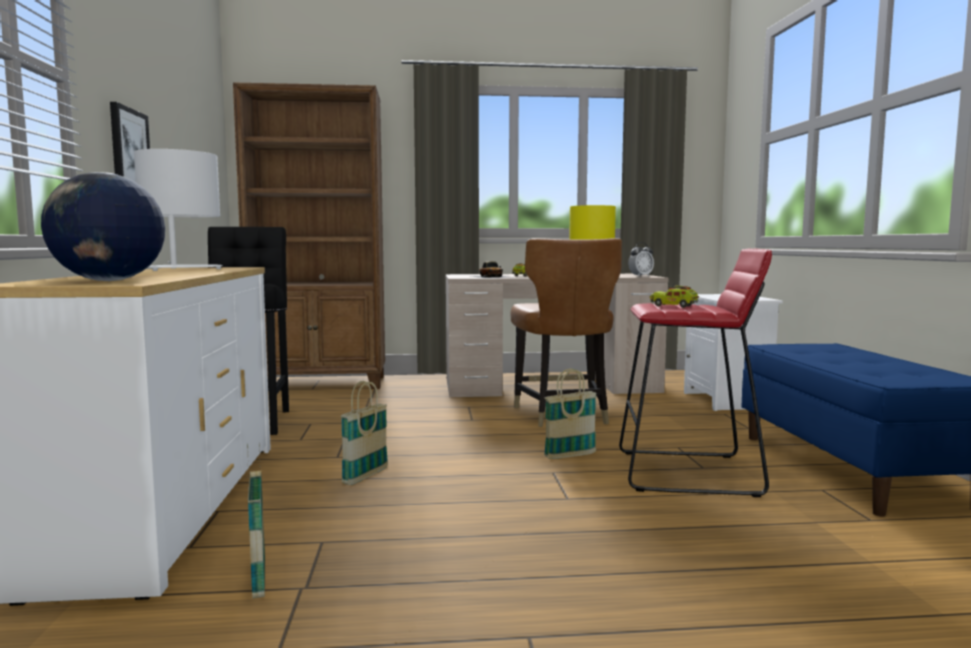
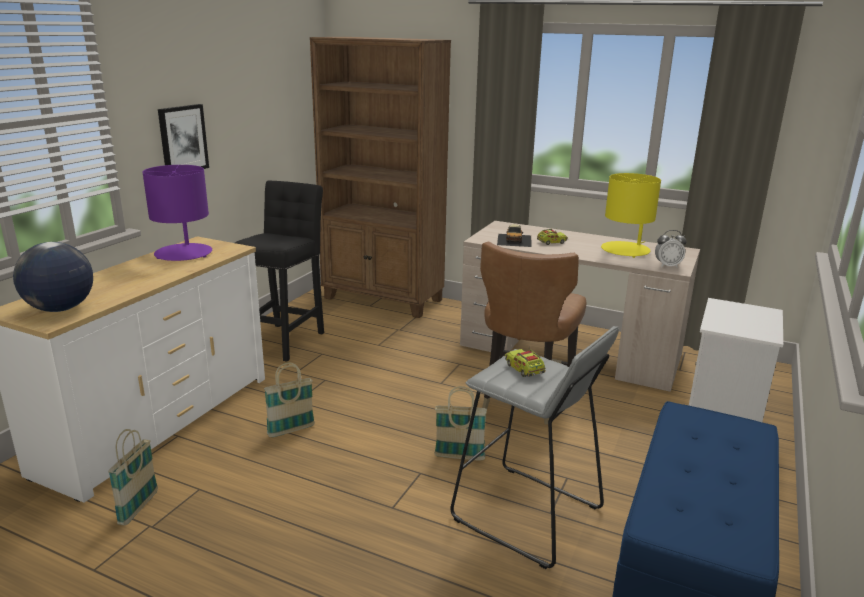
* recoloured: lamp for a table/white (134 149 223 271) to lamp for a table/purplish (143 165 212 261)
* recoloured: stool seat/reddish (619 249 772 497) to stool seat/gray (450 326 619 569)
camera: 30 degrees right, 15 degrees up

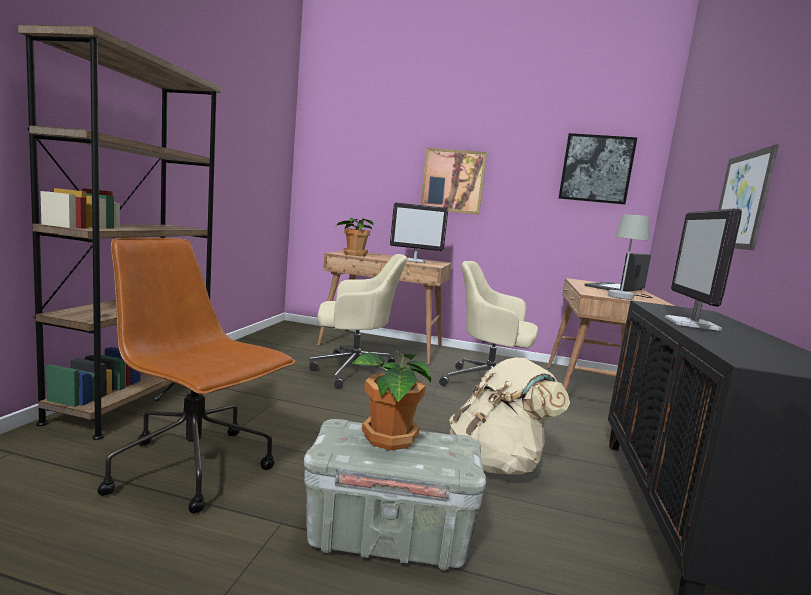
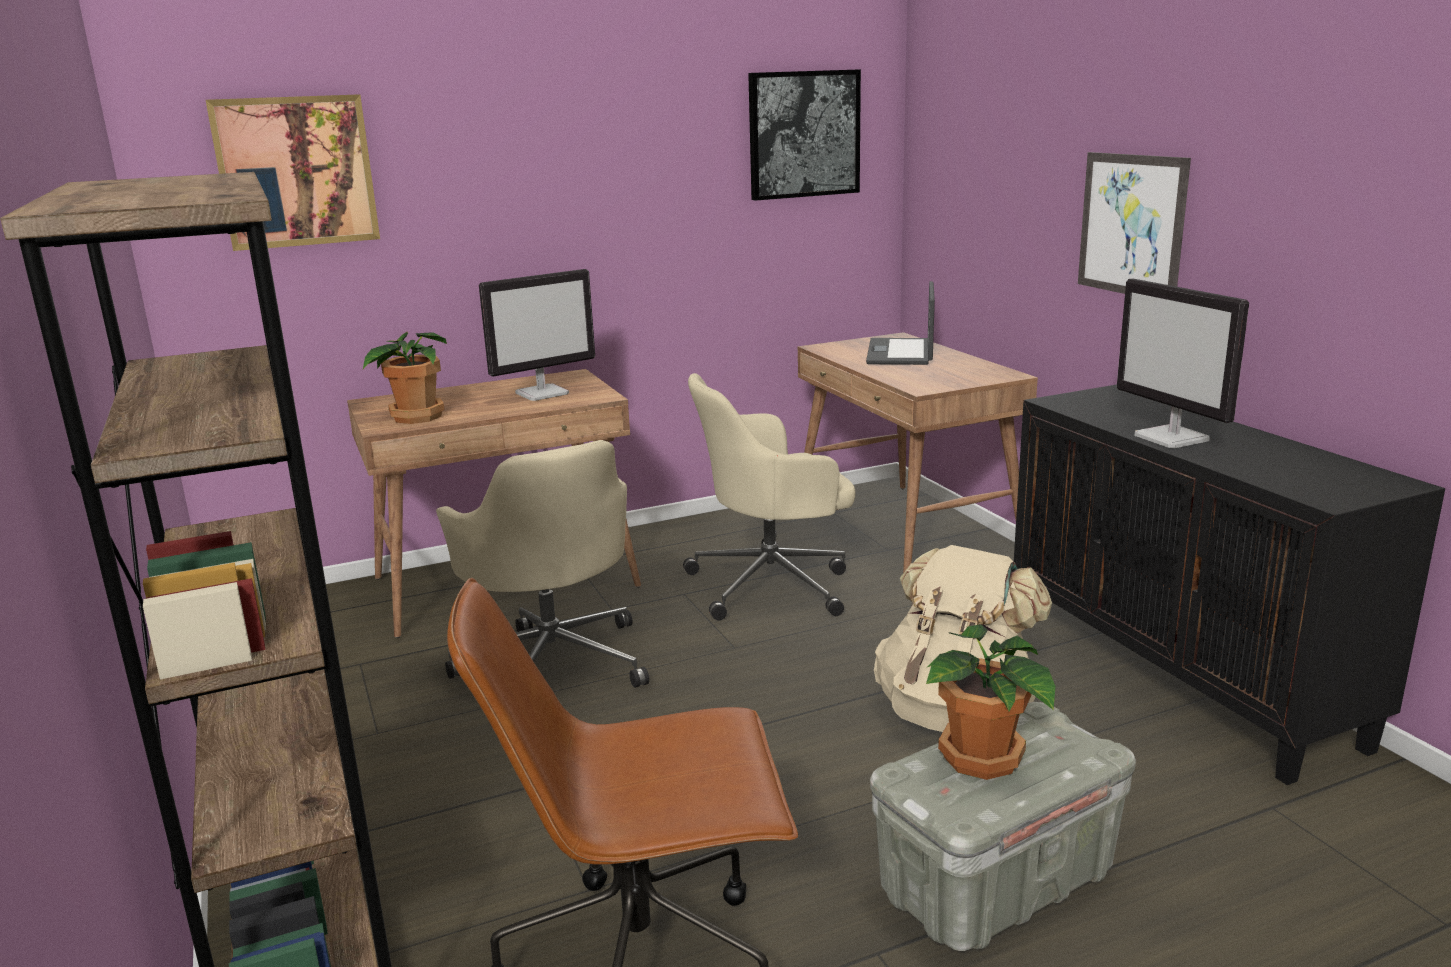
* moved: wall art (421 148 487 215) to (206 94 380 251)
* turned: computer chair/beige (309 254 407 389) = (436 440 649 688) 105 degrees clockwise
* removed: lamp for a table/gray (608 214 653 299)
camera: 35 degrees left, 10 degrees up

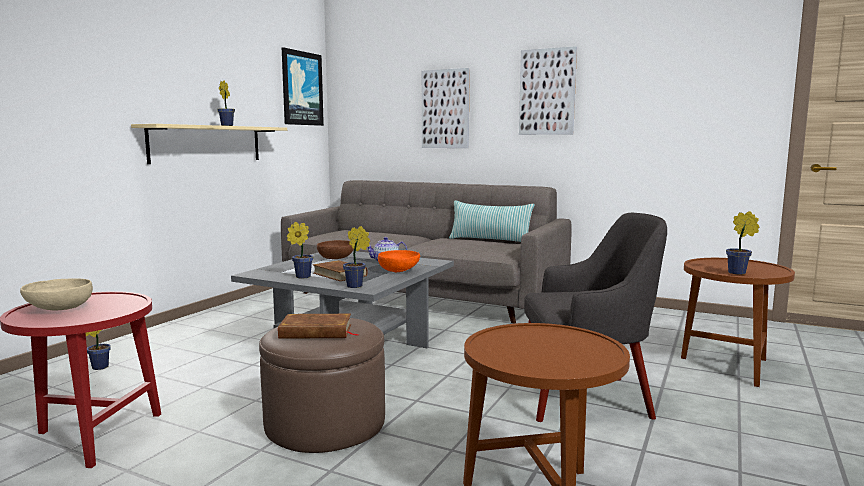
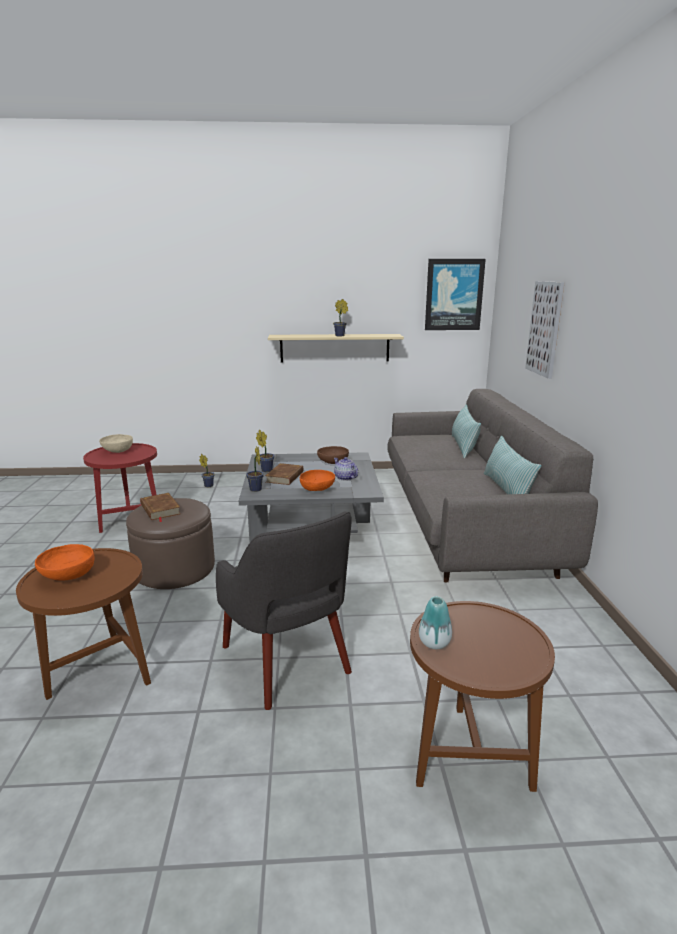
* added: bowl/orangey (35 544 95 581)
* replaced: plant in a pot (726 211 759 275) to decorative vase (419 597 452 649)
* added: cushion (452 405 481 459)
* removed: wall art (519 46 577 135)
camera: 60 degrees right, 10 degrees up

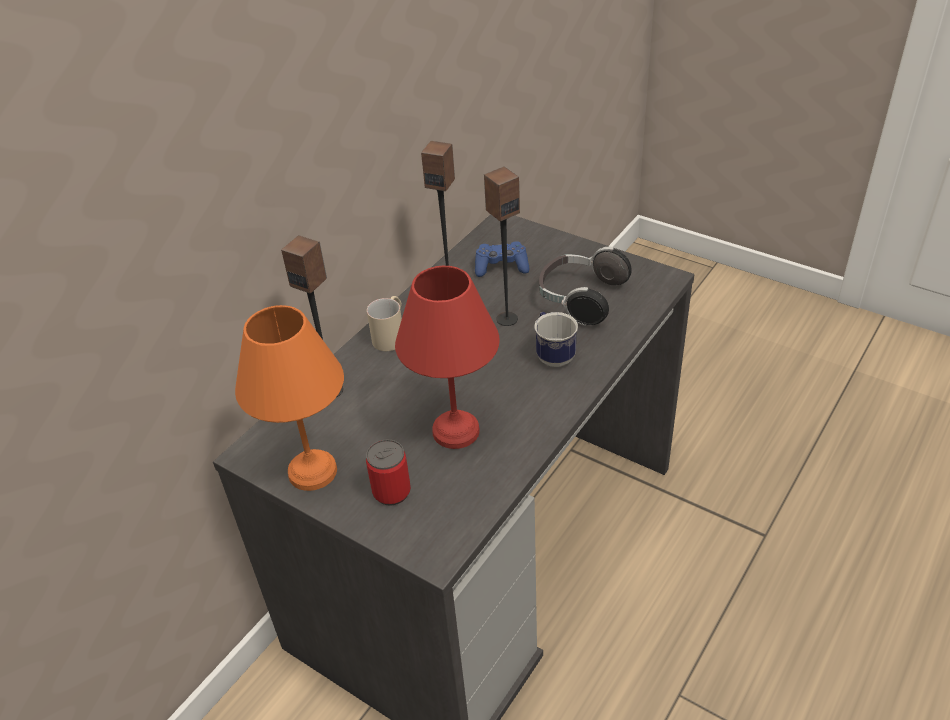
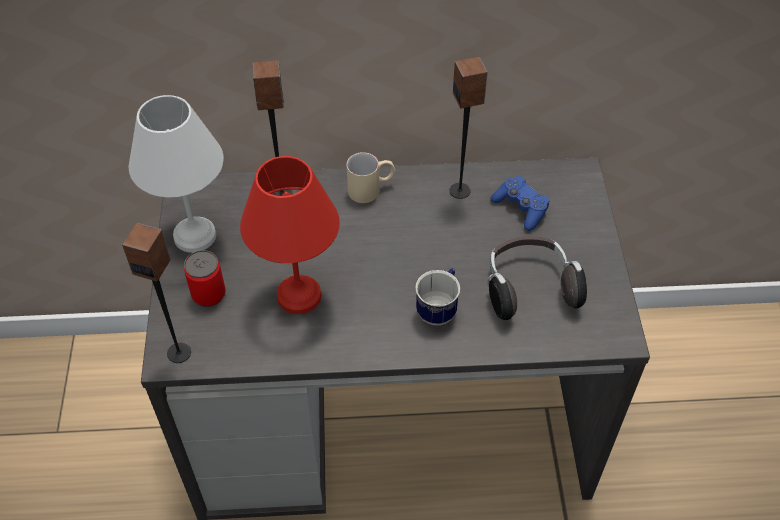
* moved: audio speaker (484 166 520 326) to (122 223 191 363)
* recoloured: lamp for a table/orangey (235 305 344 491) to lamp for a table/white (129 95 224 253)
camera: 50 degrees right, 10 degrees up

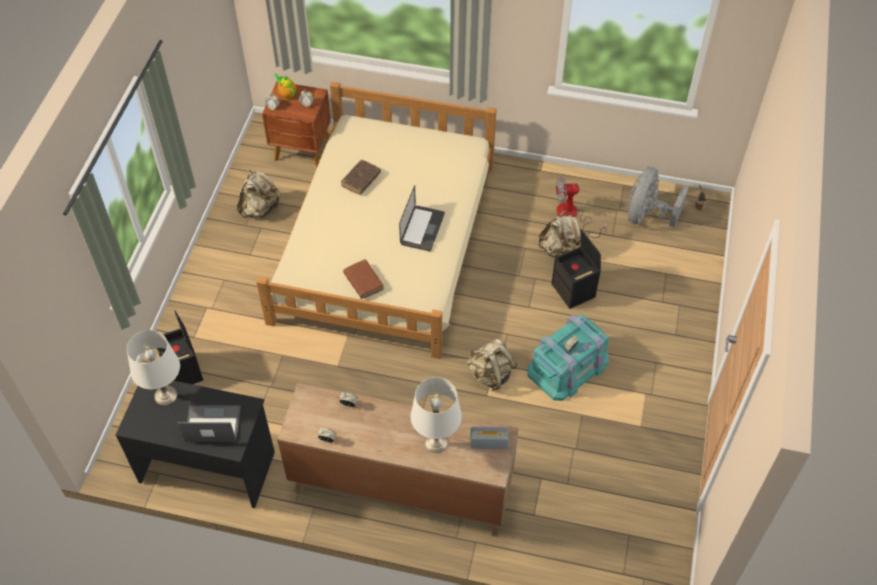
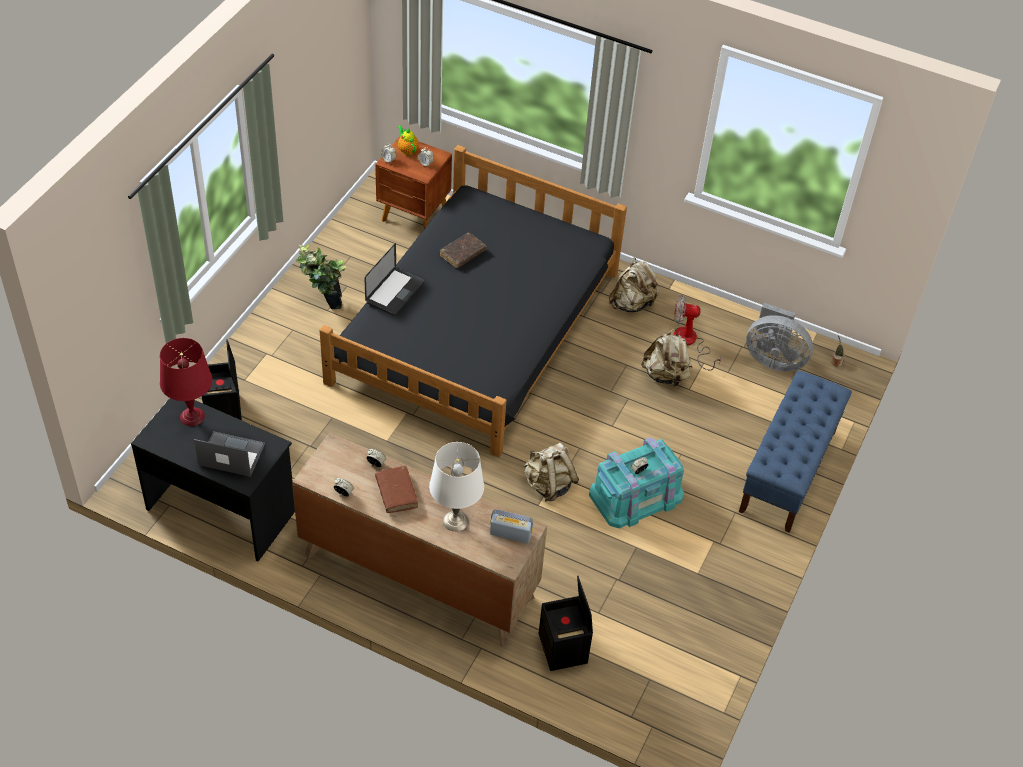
* recoloured: lamp for a table/white (127 330 180 405) to lamp for a table/reddish (160 338 213 426)
* added: plant in a pot (296 244 347 309)
* recoloured: bedroom bed/beige (256 81 496 359) to bedroom bed/blackish (319 145 627 457)
* moved: portable computer (399 185 445 251) to (364 243 424 316)
* moved: bound book/brownish (343 259 384 299) to (375 466 418 513)
* moved: storage container/blackish (552 229 601 309) to (539 576 593 671)
* moved: backpack/beige (237 170 281 218) to (609 257 659 312)
* added: long seat/blue-coloured (739 370 852 533)
* turned: fan/gray (627 167 689 227) = (746 303 813 372) 105 degrees counterclockwise
camera: 10 degrees right, 5 degrees down

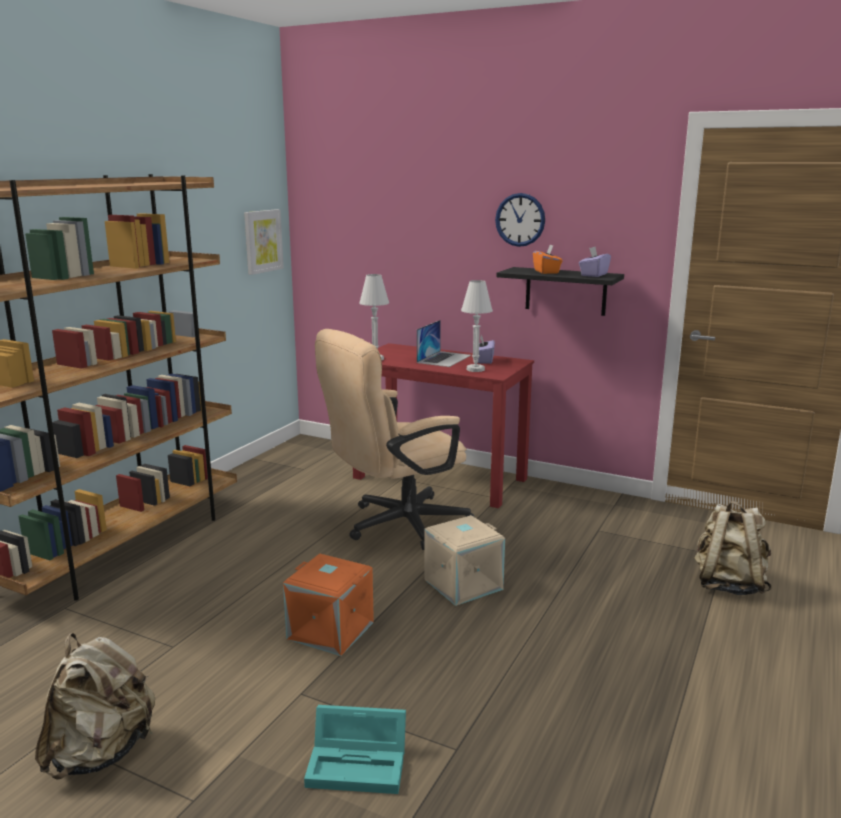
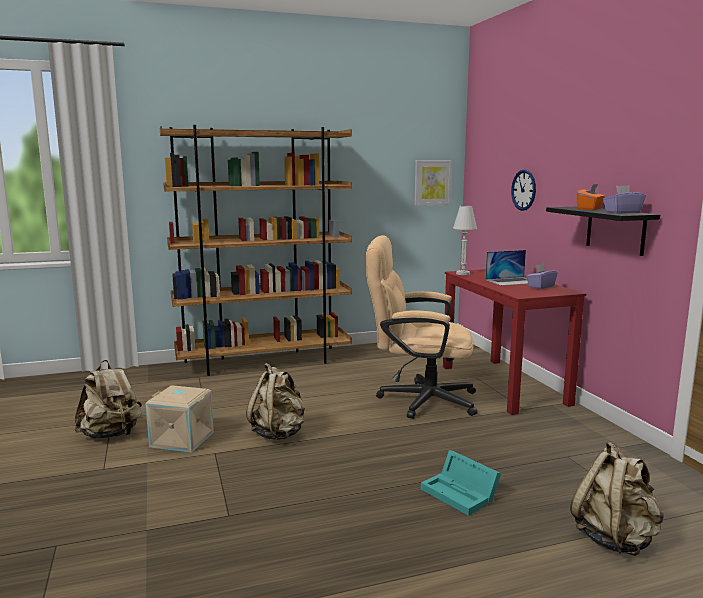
* moved: storage container/beige (424 515 505 606) to (145 385 214 453)
* replaced: storage container/orangey (283 553 374 656) to backpack/beige (246 363 305 440)
* moved: storage container/turquoise-coloured (304 705 406 794) to (421 450 501 516)
* moved: wall clock (495 193 545 247) to (511 170 536 211)
* removed: lamp for a table/white (461 280 493 372)
camera: 45 degrees right, 5 degrees down

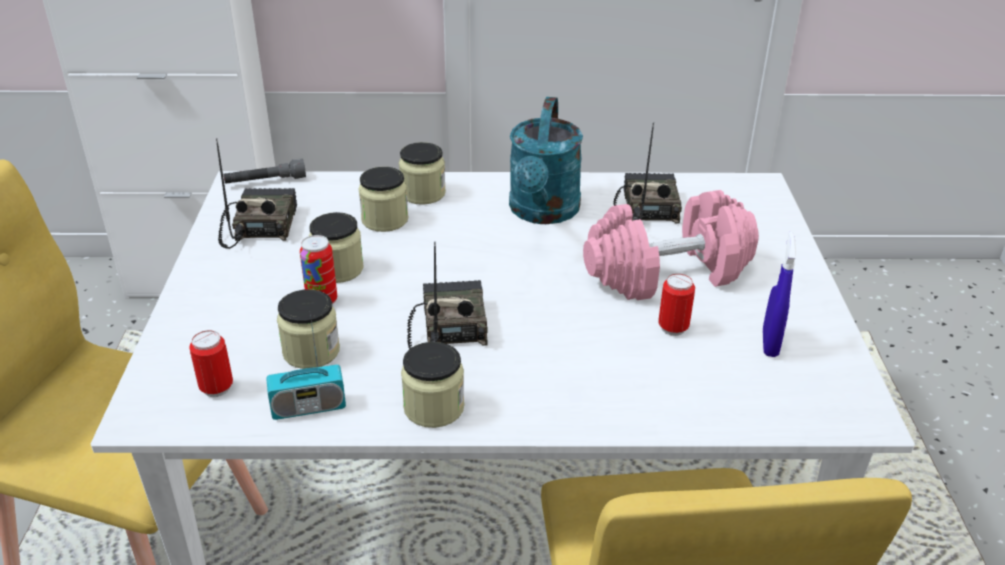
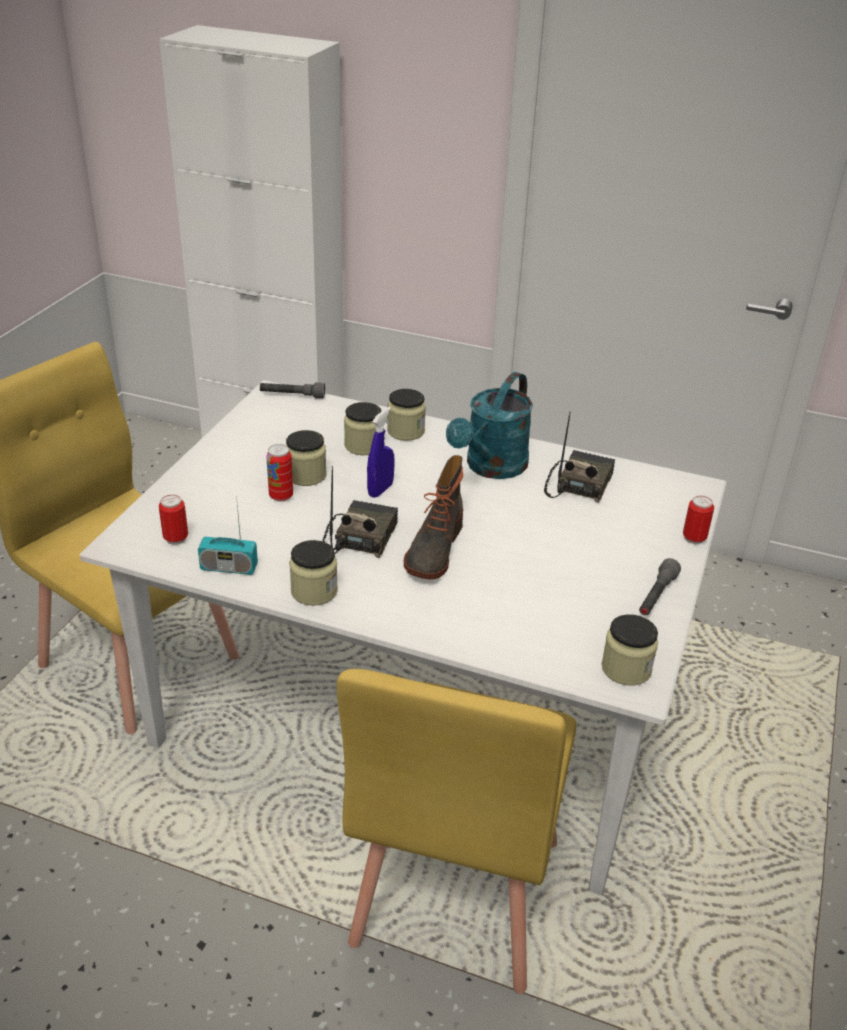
* moved: sprayer/blue-coloured (763 232 796 357) to (367 407 394 498)
* added: boot (404 455 463 579)
* moved: storage jar (277 289 340 369) to (601 614 658 685)
* added: hand torch/gray (639 558 681 615)
* moved: sealed can (658 274 695 336) to (683 496 714 545)
* removed: radio receiver (216 139 297 249)
* removed: dumbbell/pinkish (583 190 759 300)
camera: 20 degrees right, 0 degrees up

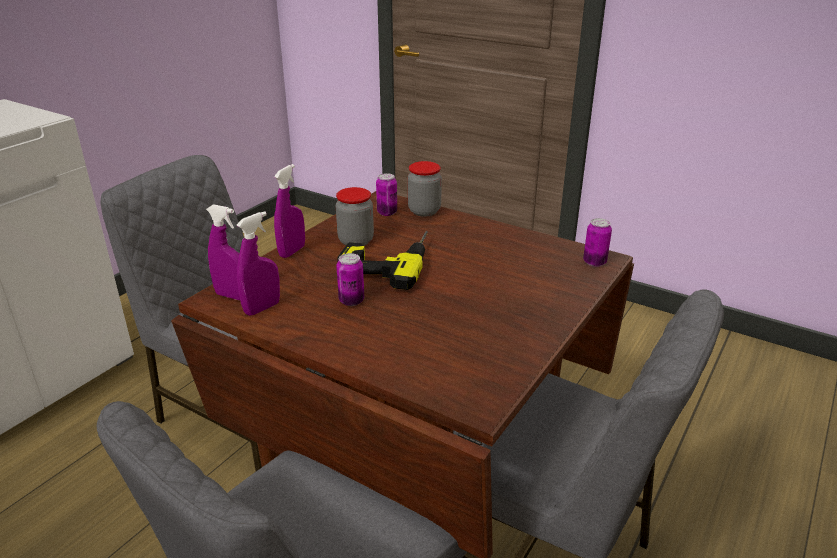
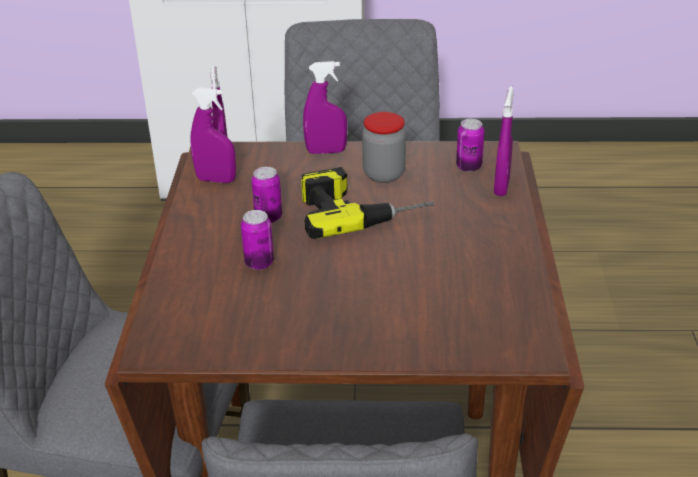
* moved: sealed can (583 218 612 267) to (241 210 274 270)
* replaced: storage jar (408 161 442 217) to sprayer/purplish (494 86 514 196)
camera: 60 degrees right, 5 degrees up

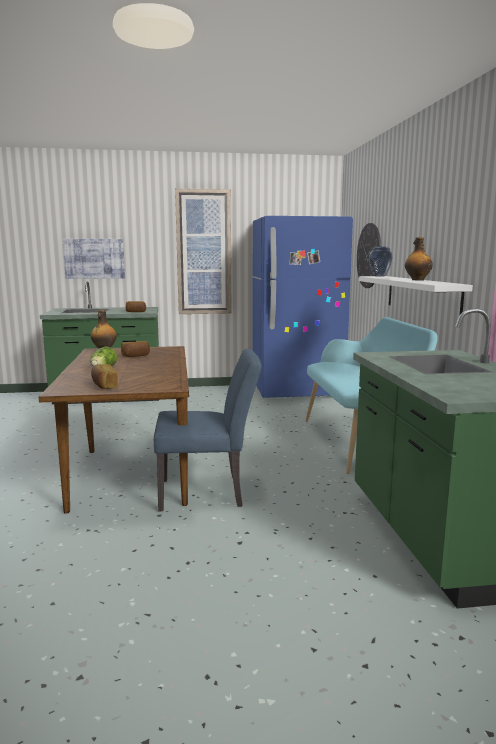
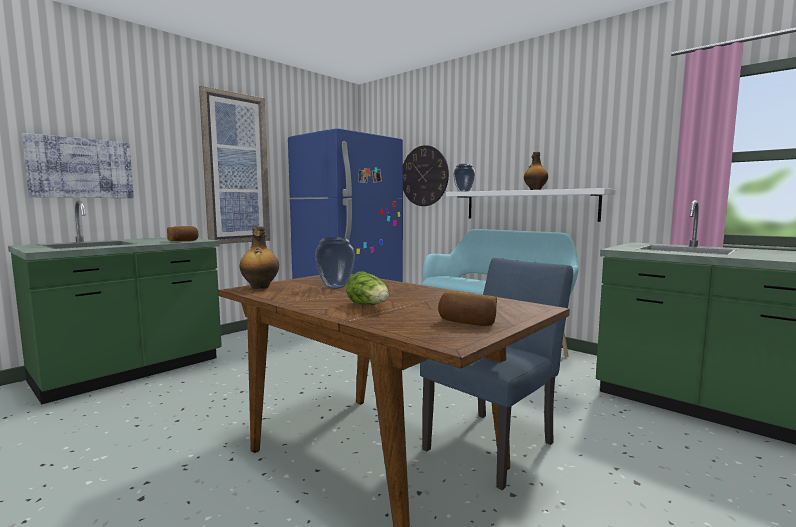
* replaced: bread (121 341 150 357) to decorative vase (315 237 355 289)
camera: 40 degrees left, 5 degrees down

